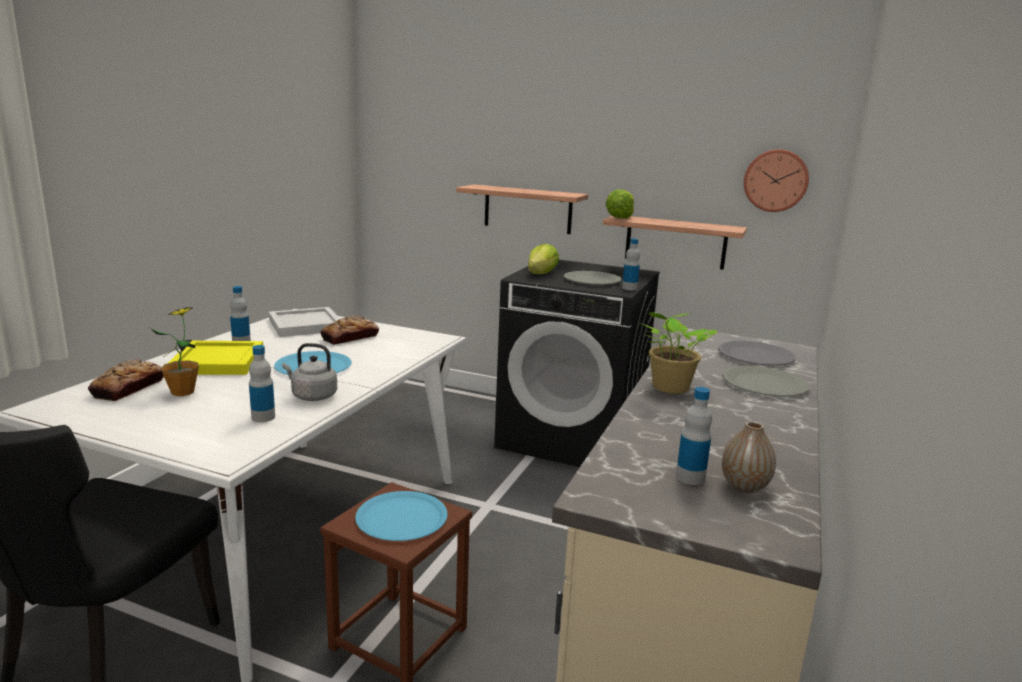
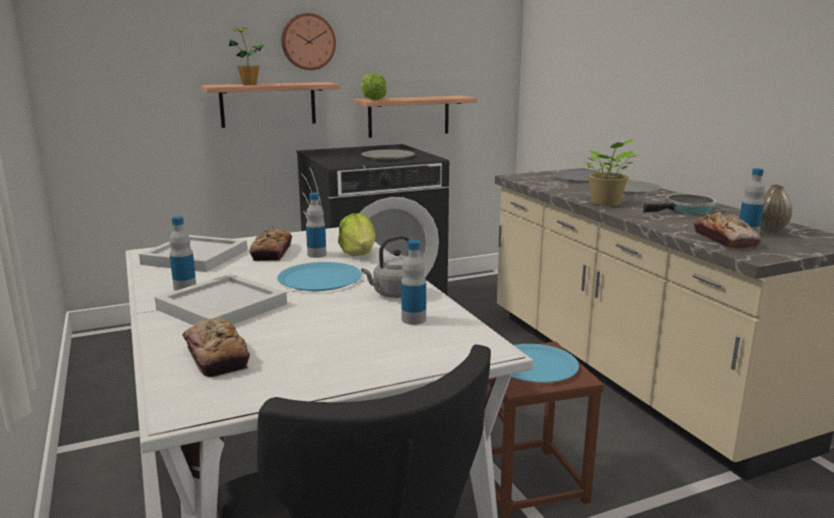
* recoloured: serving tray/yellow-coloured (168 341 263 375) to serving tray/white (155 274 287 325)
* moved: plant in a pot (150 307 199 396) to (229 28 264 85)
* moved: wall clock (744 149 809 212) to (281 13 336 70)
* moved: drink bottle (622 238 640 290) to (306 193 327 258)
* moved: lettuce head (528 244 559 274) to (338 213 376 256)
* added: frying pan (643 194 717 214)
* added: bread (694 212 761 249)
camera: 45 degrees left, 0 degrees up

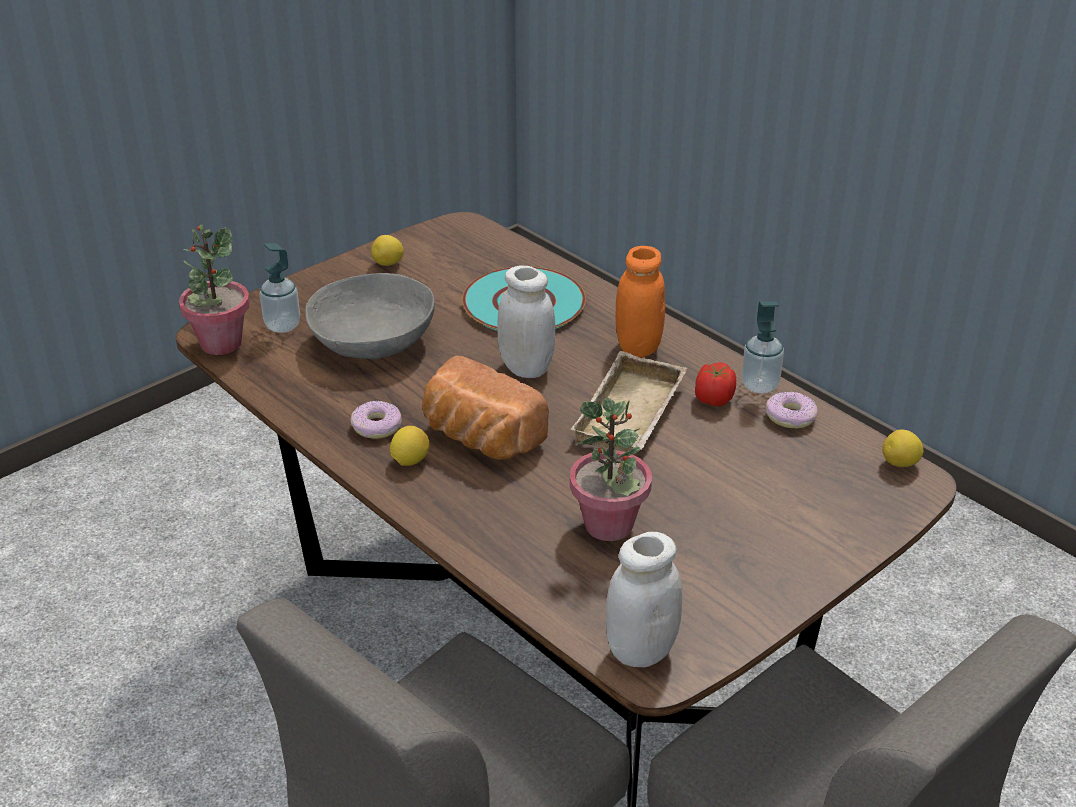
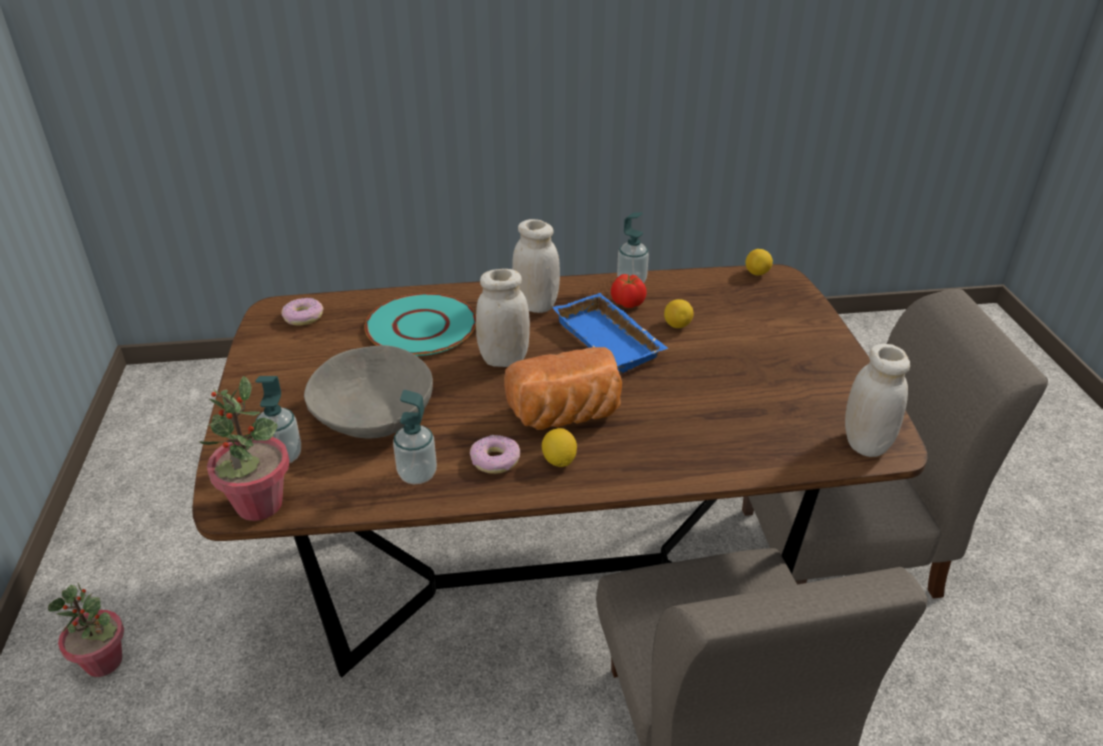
* moved: plant in a pot (570 398 652 541) to (48 583 124 677)
* moved: doughnut (766 392 818 429) to (281 298 324 325)
* added: soap dispenser (393 390 437 484)
* recoloured: storage jar/orangey (615 246 665 358) to storage jar/white (512 219 560 313)
* recoloured: serving tray/beige (570 351 687 452) to serving tray/blue-coloured (552 293 668 374)
* moved: whole lemon (371 235 404 266) to (664 299 694 328)
camera: 55 degrees left, 0 degrees up

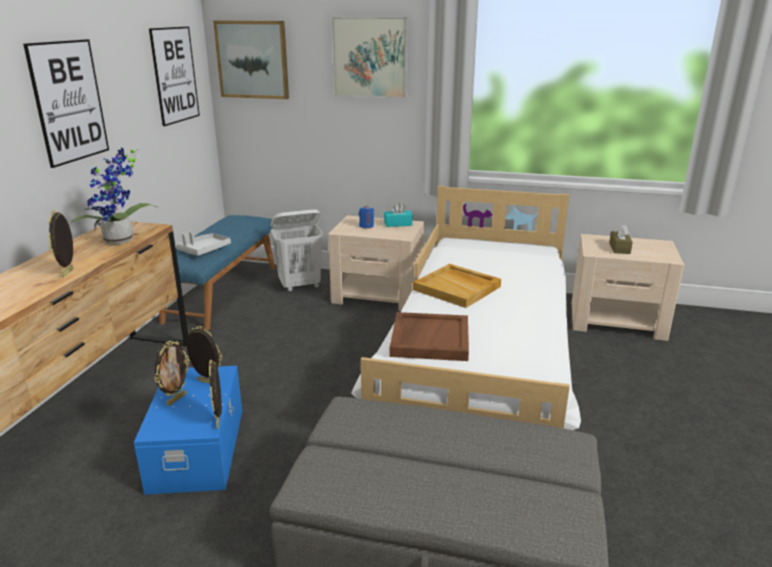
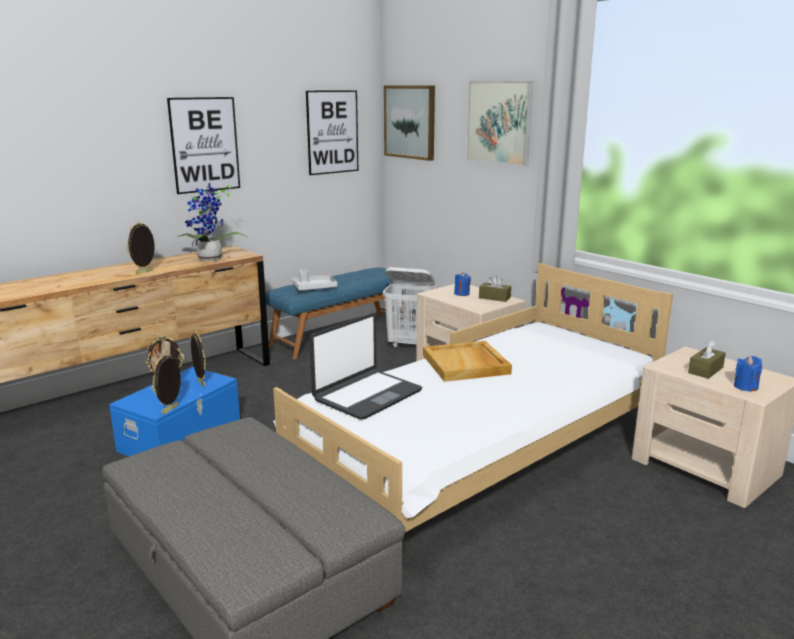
* replaced: serving tray/brownish (390 312 469 361) to portable computer (310 313 422 419)
* recoloured: box of tissues/turquoise-coloured (384 203 413 227) to box of tissues/brownish (479 275 511 302)
* added: candle/blue-coloured (734 356 762 392)
camera: 35 degrees right, 5 degrees down

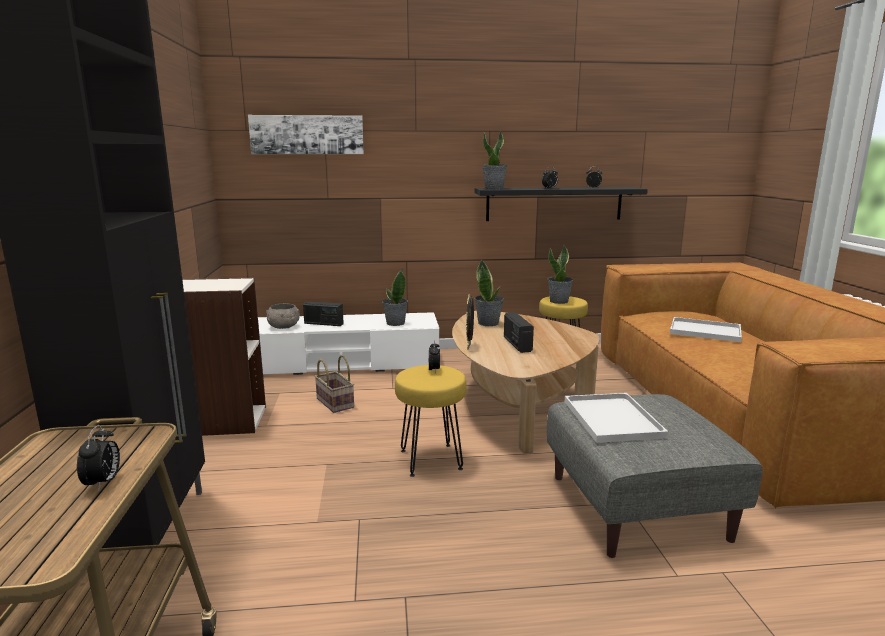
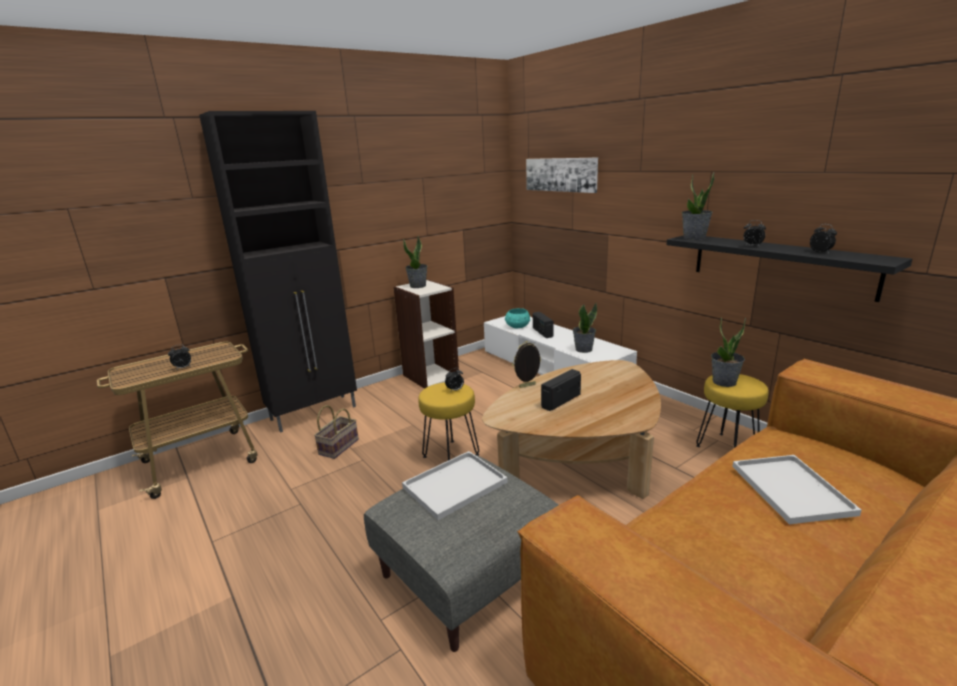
* moved: storage basket (315 355 354 413) to (314 405 359 459)
* moved: plant in a pot (475 259 504 326) to (403 236 427 288)
* recoloured: bowl/gray (266 303 300 329) to bowl/turquoise-coloured (505 308 530 329)
camera: 60 degrees right, 5 degrees up

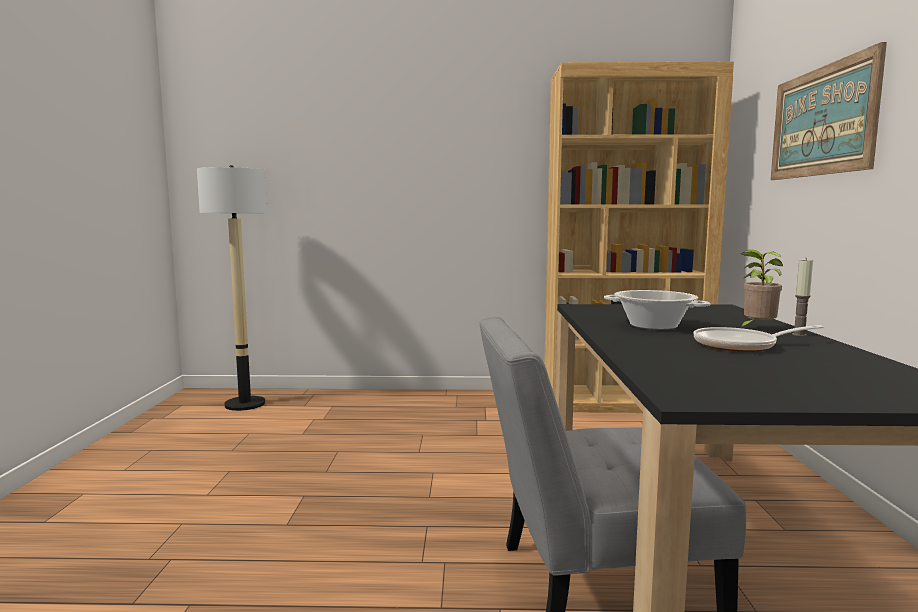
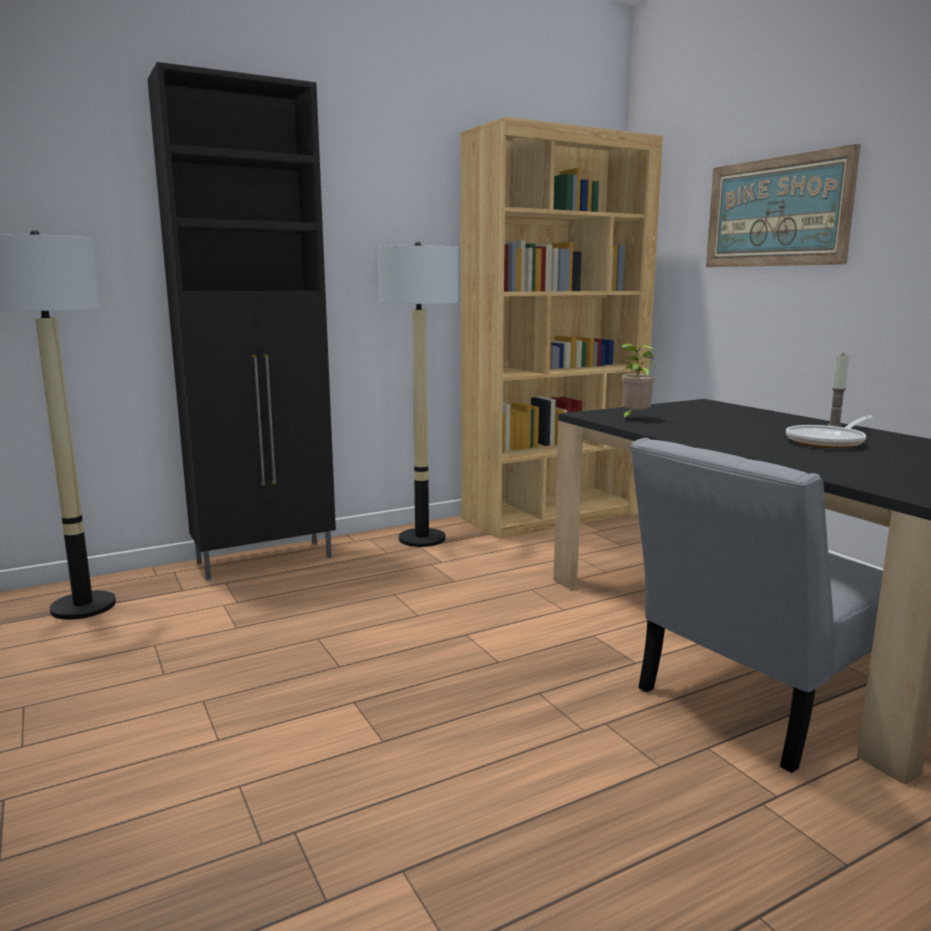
* added: cupboard/blackish (148 62 336 580)
* added: standing lamp (377 242 458 547)
* moved: plant in a pot (740 250 783 328) to (621 344 655 419)
* removed: stockpot (604 290 710 330)
camera: 30 degrees left, 5 degrees up

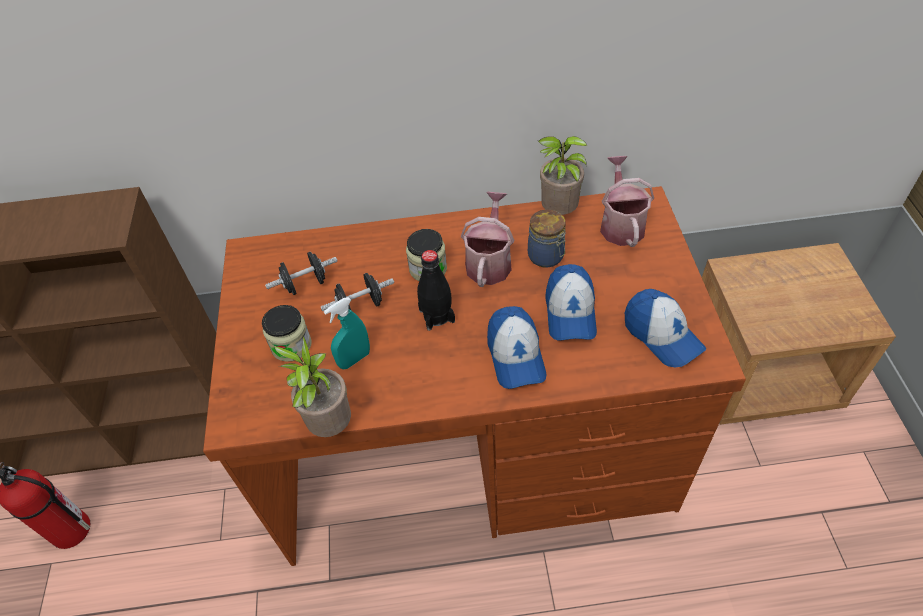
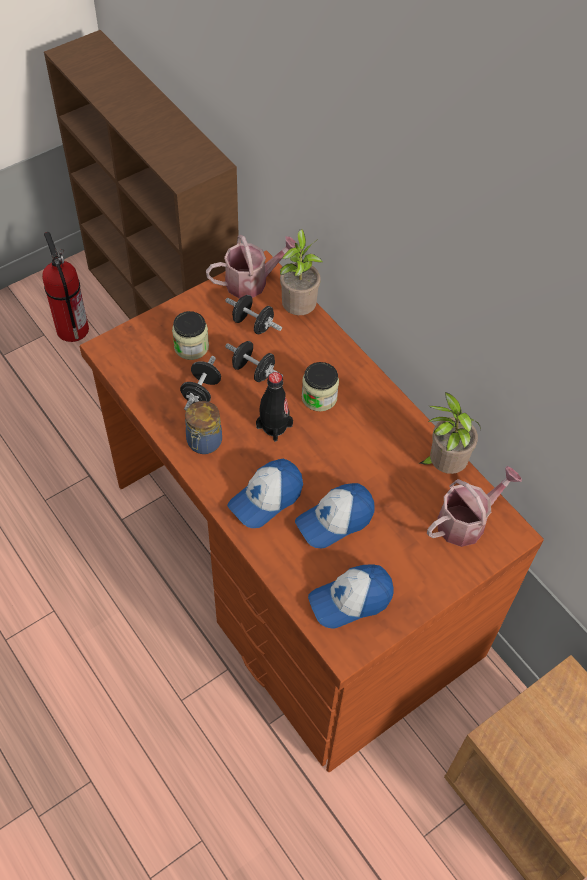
* replaced: sprayer/turquoise-coloured (324 297 370 369) to dumbbell/blackish (180 356 221 411)
* moved: storage jar (528 209 566 268) to (185 401 222 454)
* moved: watering can (461 191 514 287) to (206 235 296 298)
* moved: plant in a pot (275 336 351 437) to (280 229 323 315)
* turned: cap (625 289 706 367) = (308 564 394 629) 45 degrees clockwise
camera: 55 degrees right, 5 degrees up

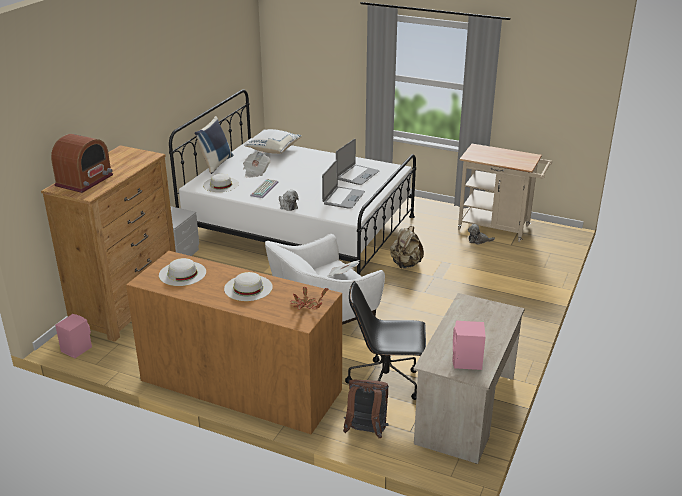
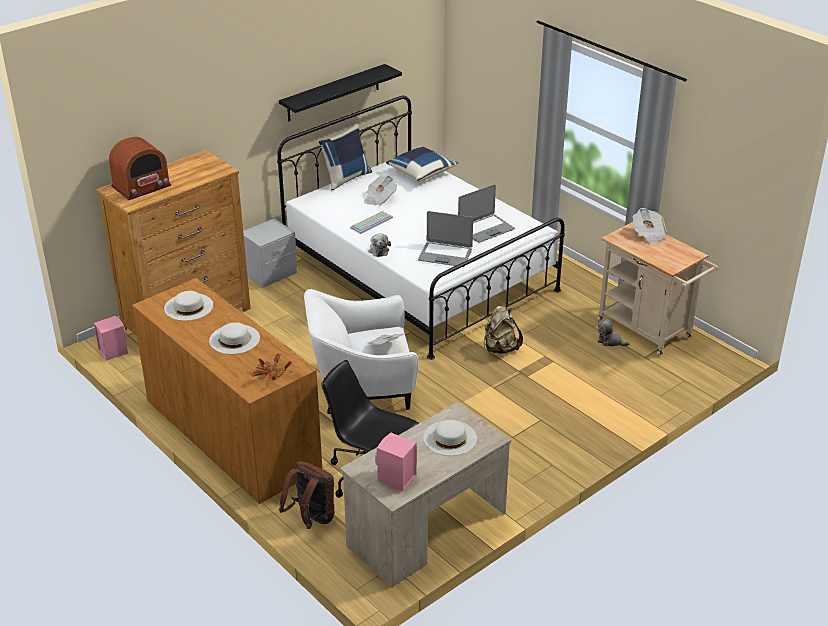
* added: bracket shelf/blackish (279 64 402 121)
* recoloured: cushion/white (244 129 302 154) to cushion/blue-coloured (386 146 458 182)
* turned: portable computer (322 160 365 208) = (418 211 473 267) 60 degrees clockwise
* moved: clothing hat/white (203 174 239 192) to (423 420 477 456)
* added: newspaper (633 208 667 245)
camera: 25 degrees right, 5 degrees up

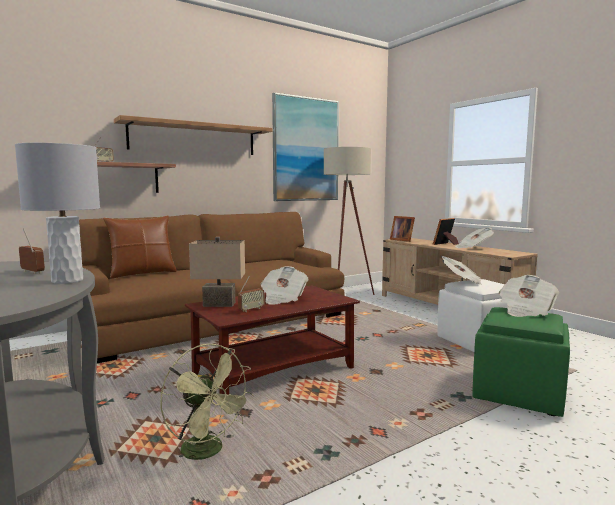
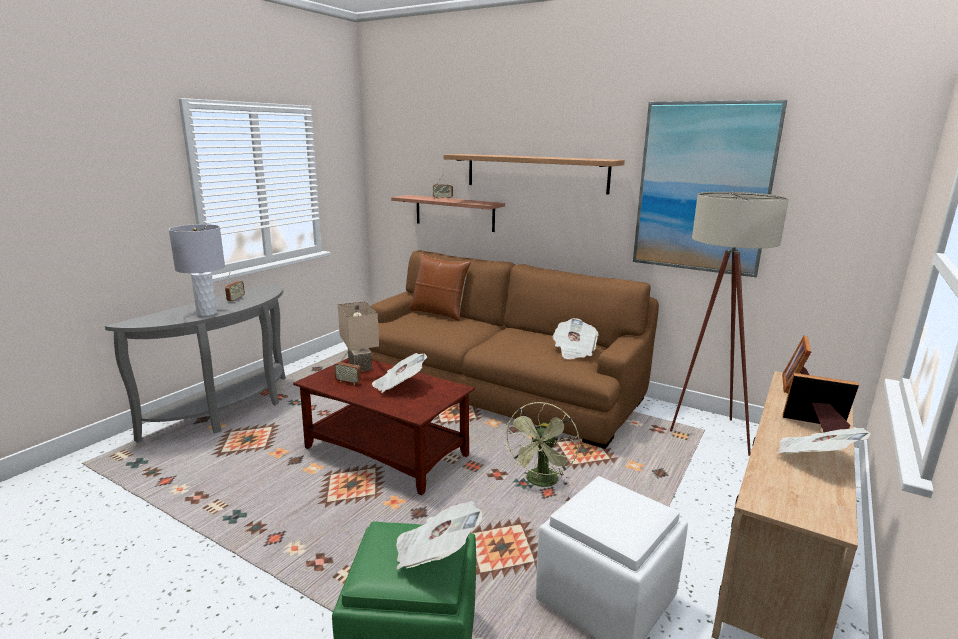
* moved: fan/green (161 344 254 461) to (504 402 580 487)
* moved: newspaper (441 256 482 285) to (552 318 599 359)
camera: 65 degrees right, 10 degrees up

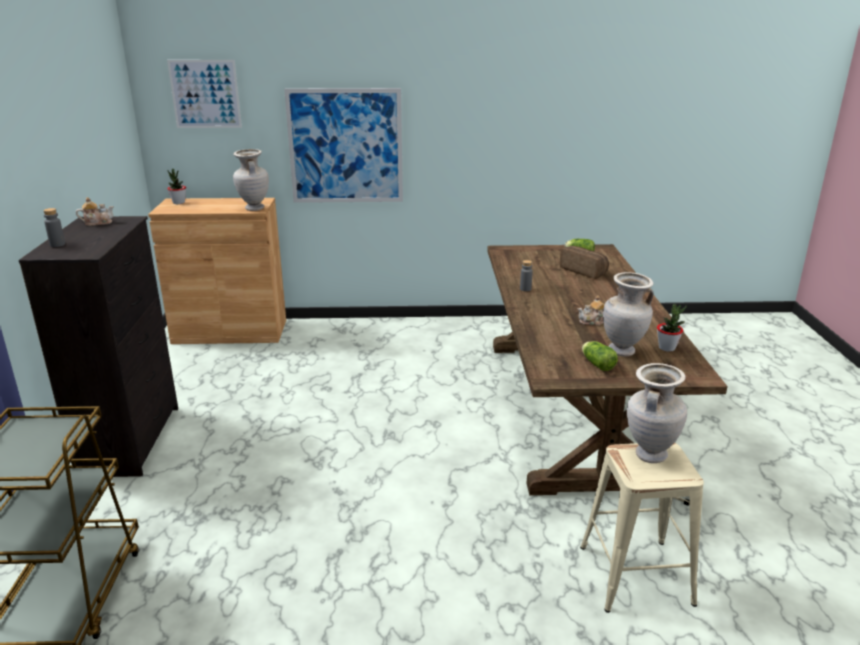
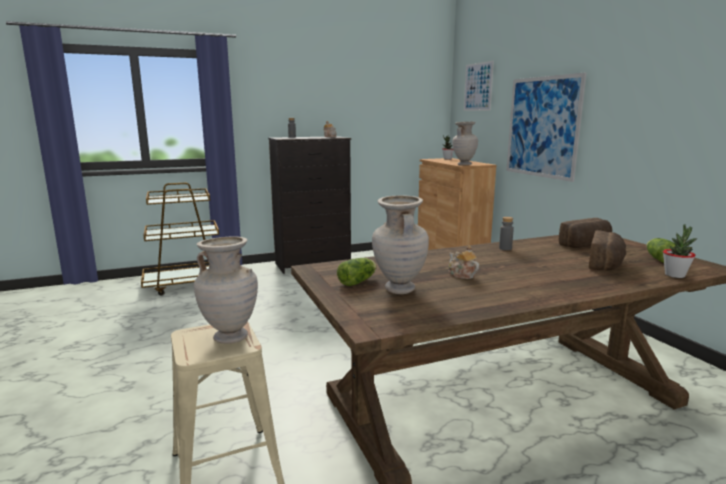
* added: bread (559 218 612 248)
* moved: plant in a pot (657 303 687 352) to (663 224 698 278)
camera: 70 degrees right, 10 degrees down

